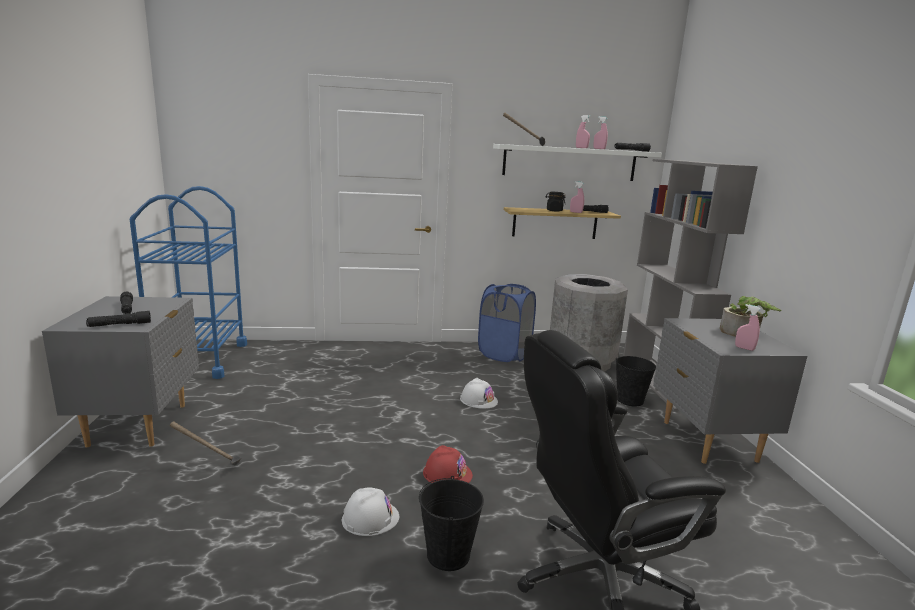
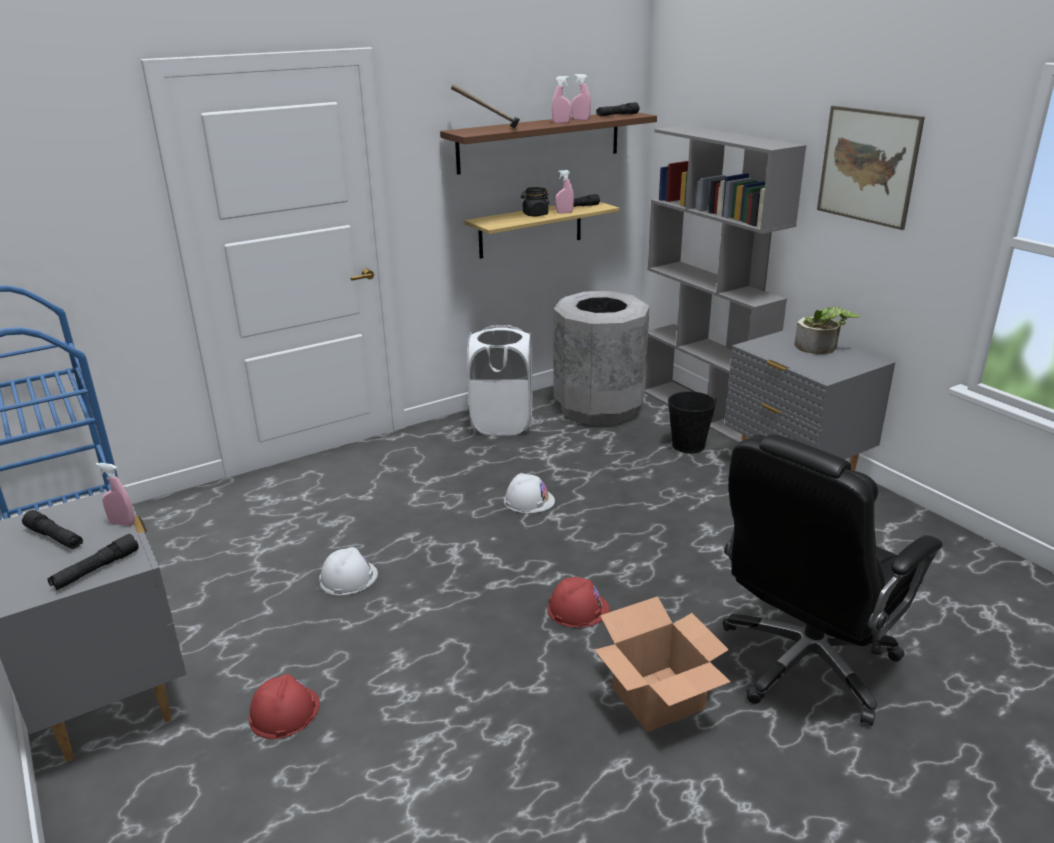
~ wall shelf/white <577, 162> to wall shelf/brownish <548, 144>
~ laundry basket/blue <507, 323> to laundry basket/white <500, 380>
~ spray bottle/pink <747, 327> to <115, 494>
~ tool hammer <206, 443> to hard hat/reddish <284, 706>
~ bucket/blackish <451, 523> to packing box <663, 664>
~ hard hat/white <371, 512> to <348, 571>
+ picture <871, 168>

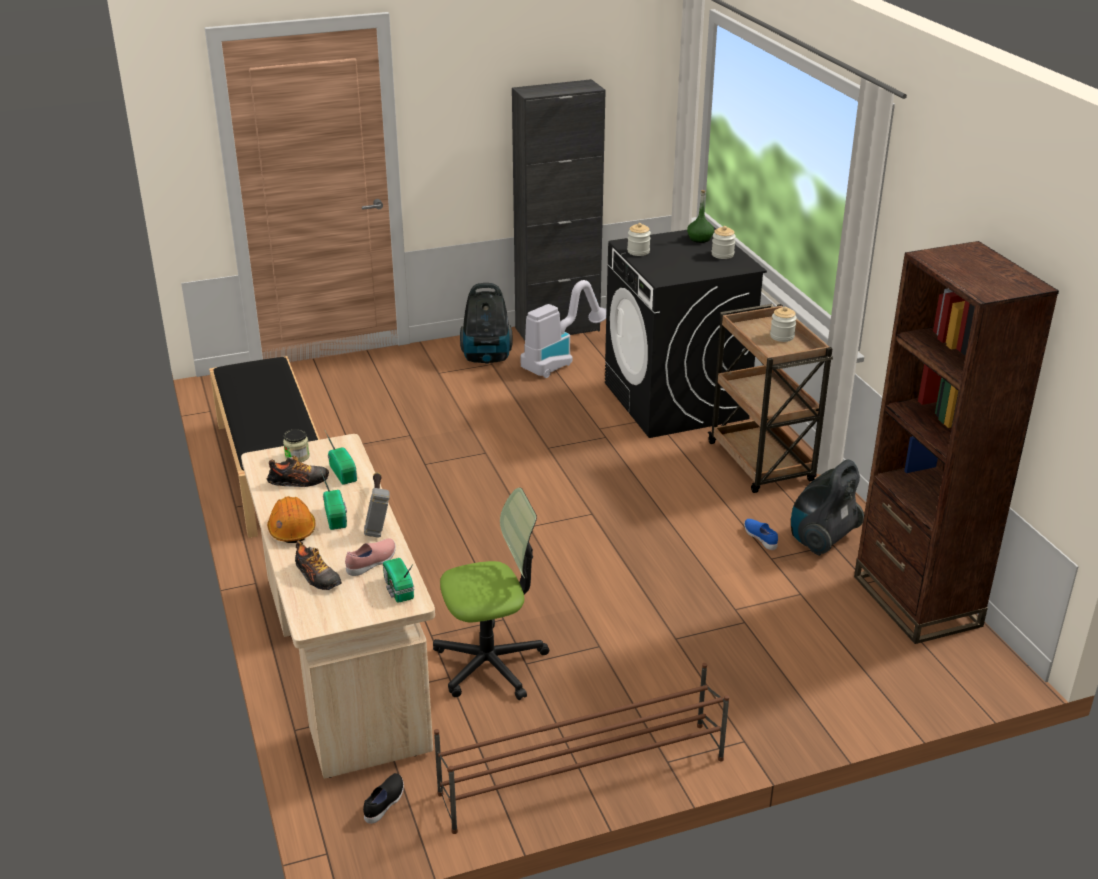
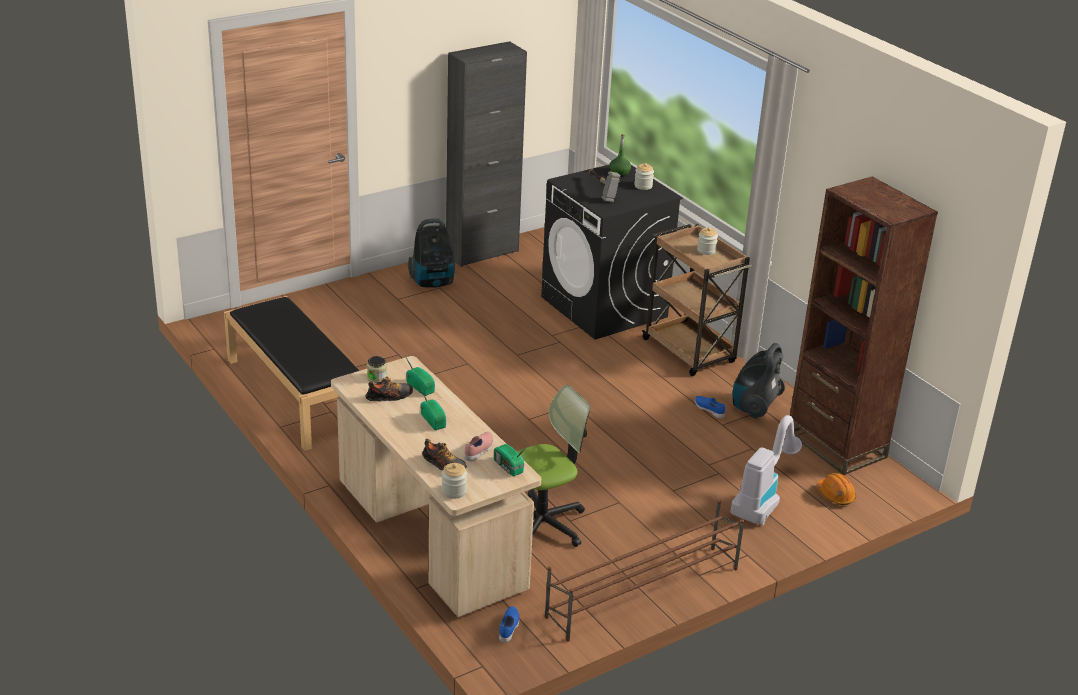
~ jar <639, 239> to <454, 481>
~ hoover <563, 329> to <766, 470>
~ tool hammer <377, 505> to <605, 185>
~ hard hat/orange-coloured <291, 519> to <836, 489>
~ low shoe/blackish <383, 798> to low shoe/blue <509, 624>

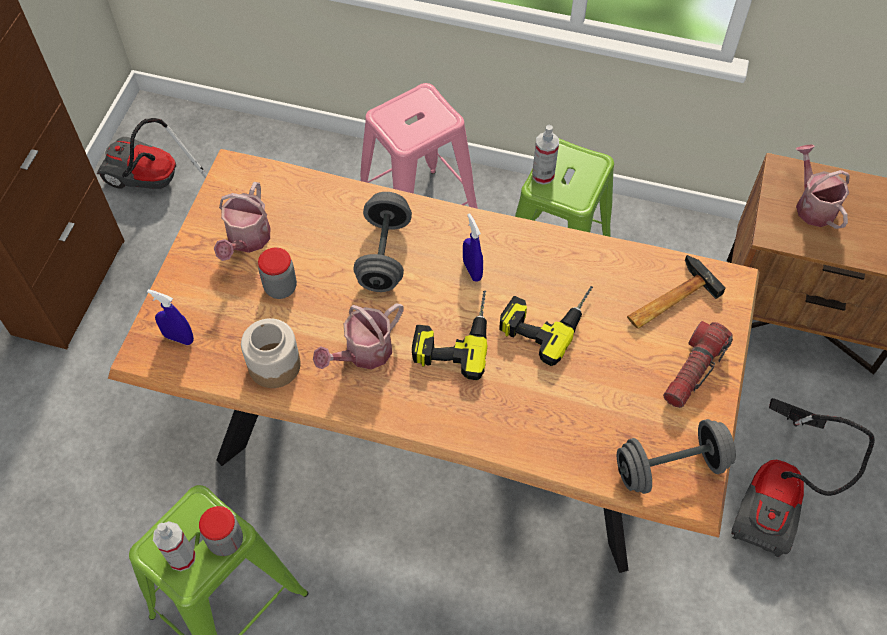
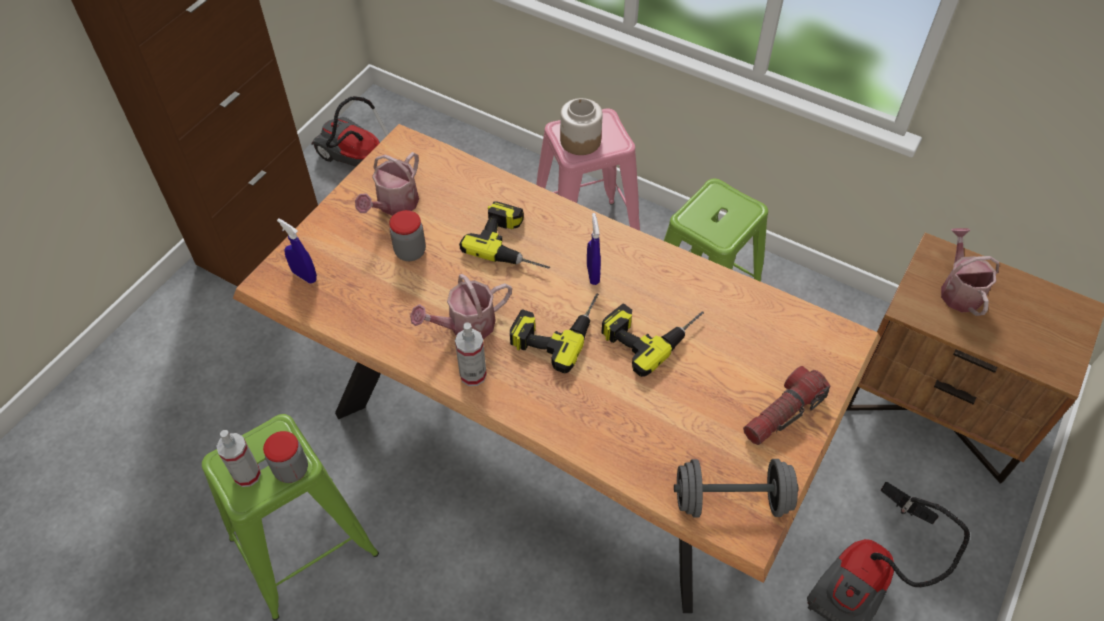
~ spray bottle <545, 155> to <471, 354>
~ free weight/grey <382, 242> to drill <504, 235>
- tool hammer <676, 292>
~ jar <271, 353> to <581, 126>

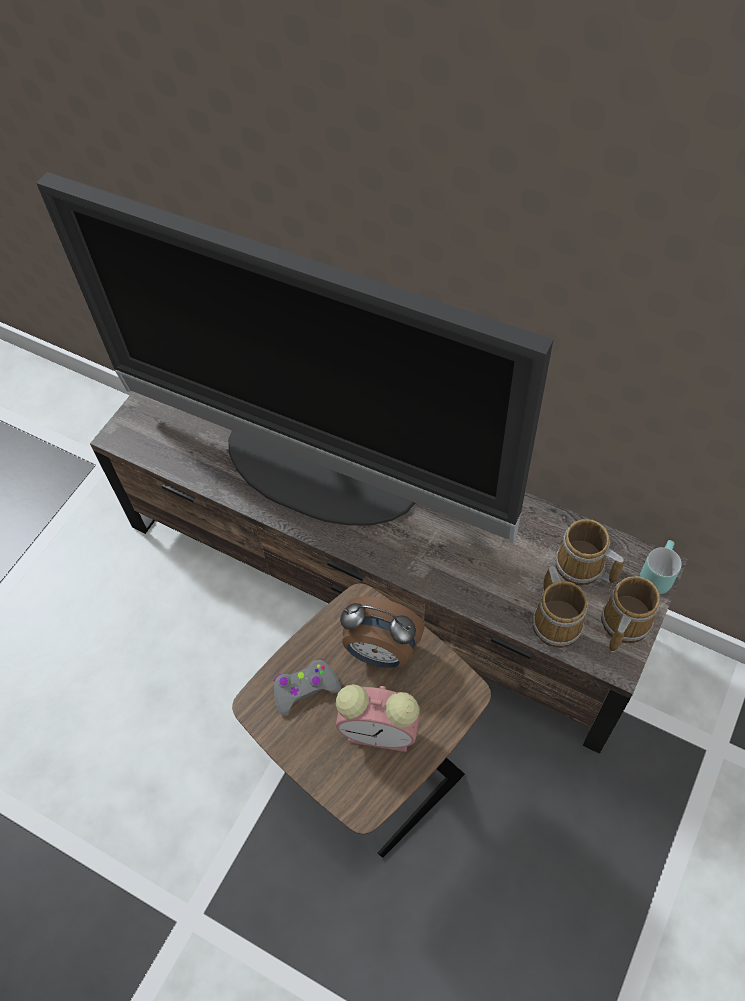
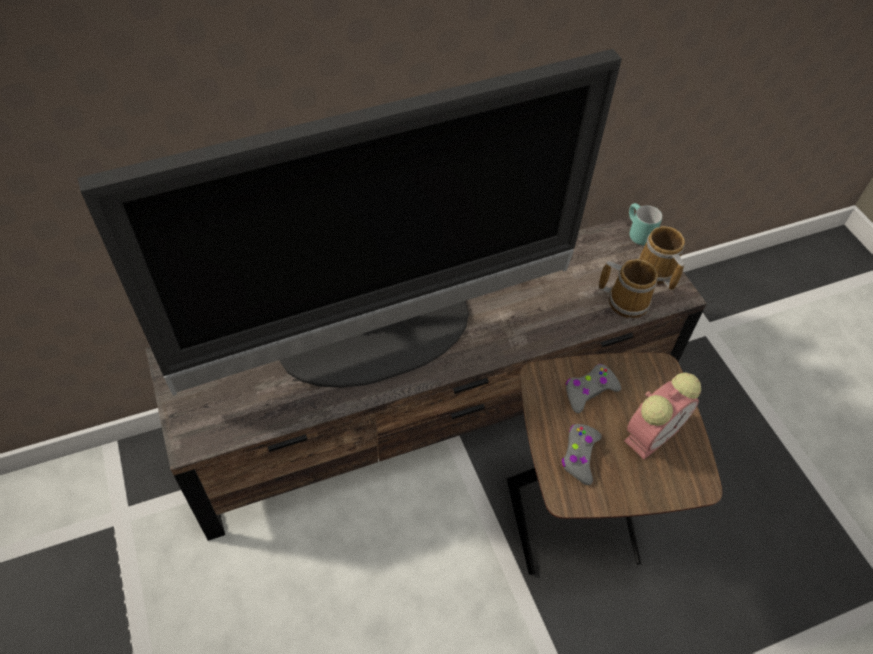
- coffee mug <590, 552>
~ alarm clock <382, 632> to gamepad/grey <593, 388>

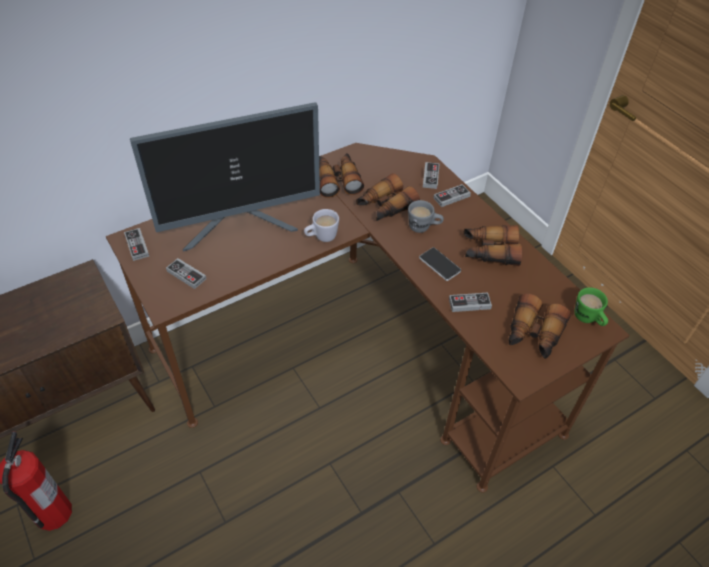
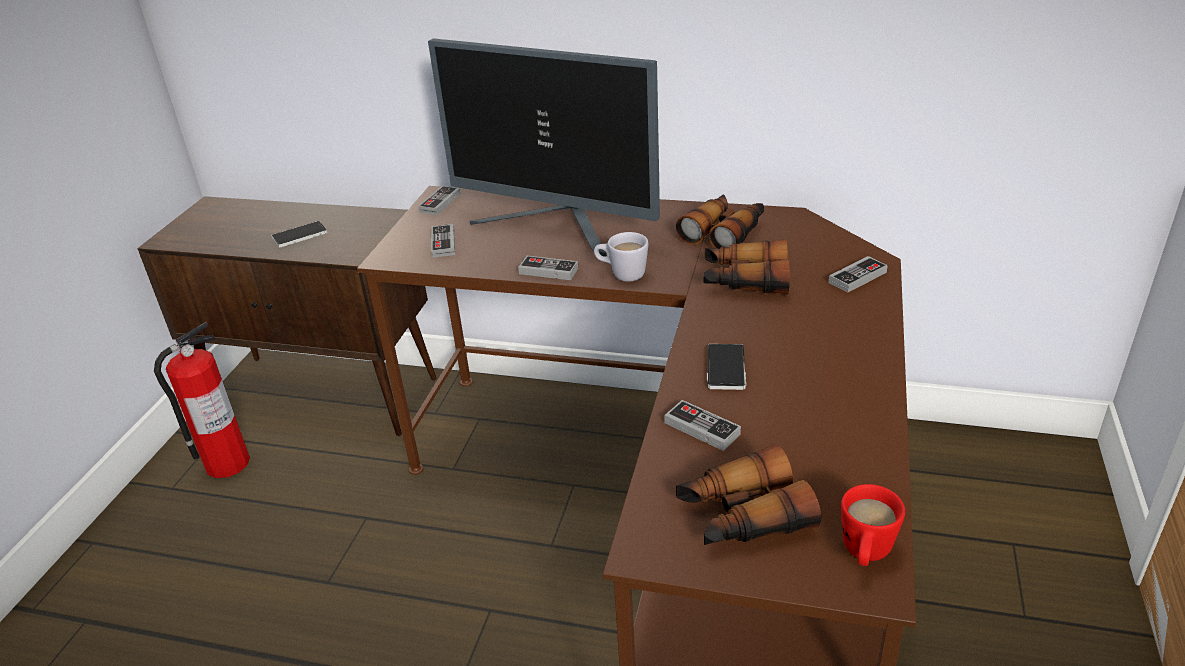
~ gamepad <452, 195> to <548, 268>
- coffee mug/grey <426, 216>
- binoculars <492, 245>
~ coffee mug/greenish <591, 306> to coffee mug/reddish <873, 525>
+ telephone <299, 234>

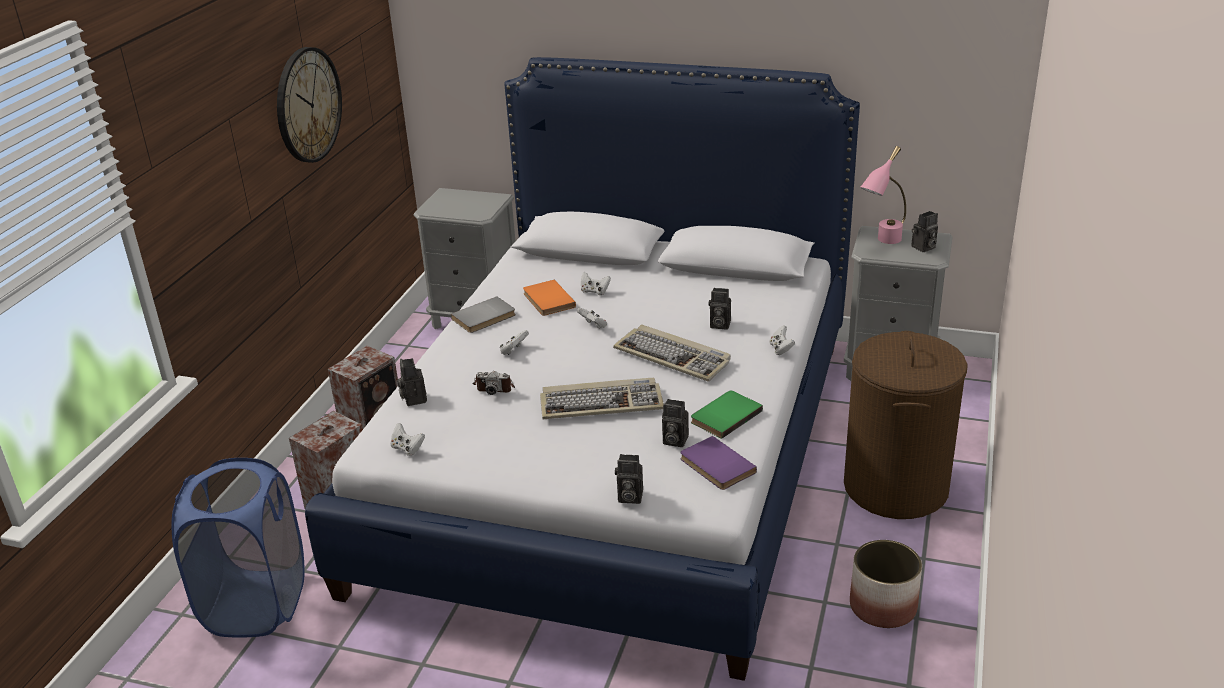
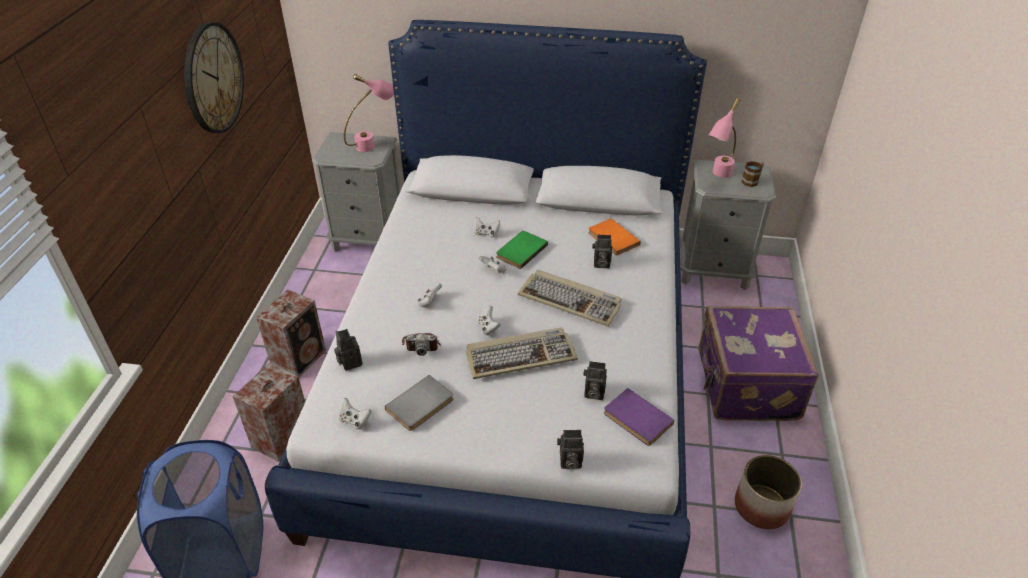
~ still camera <924, 231> to coffee mug <752, 174>
~ book/orange-coloured <549, 298> to <614, 236>
~ book/grey <483, 314> to <419, 403>
~ gamepad/white <782, 340> to <489, 320>
~ laundry basket/brownish <906, 425> to suitcase/purple-coloured <759, 363>
~ book/greenish <727, 414> to <522, 250>
+ tabletop lamp/pink <369, 113>

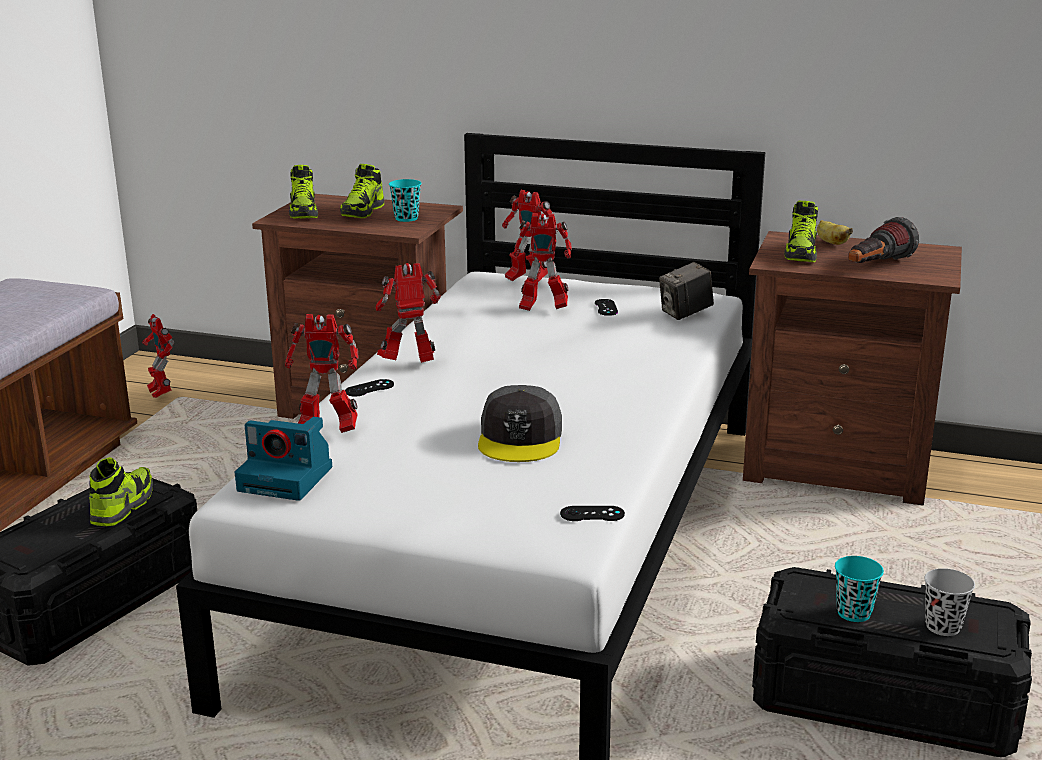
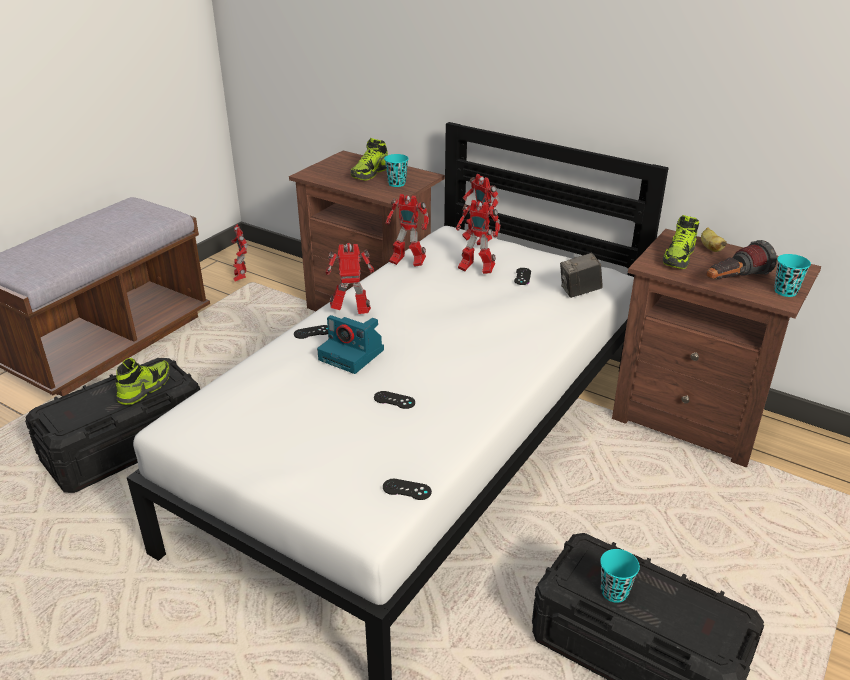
- low shoe <303, 192>
~ toy robot <321, 373> to <407, 230>
~ cap/grey <520, 423> to gamepad/blackish <394, 400>
~ still camera <283, 459> to <350, 344>
- cup/blackish <949, 602>
+ cup/turquoise-coloured <792, 275>

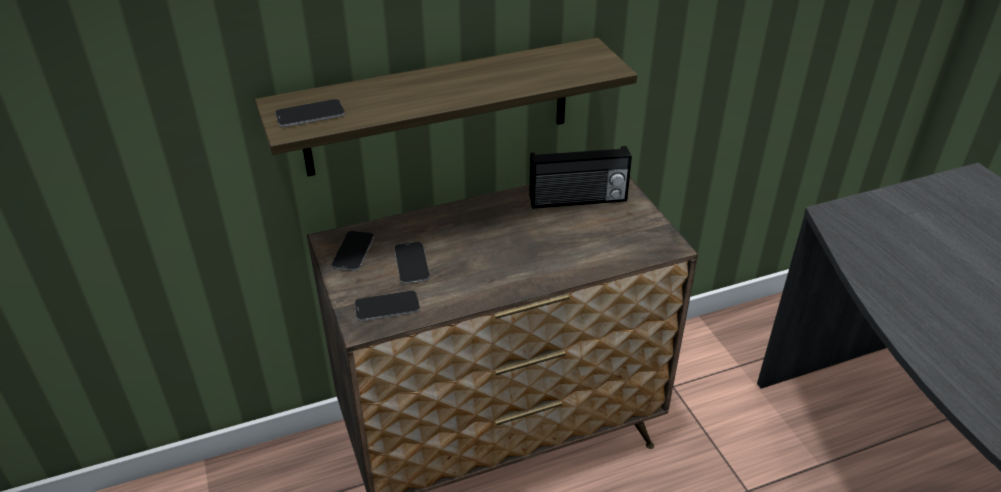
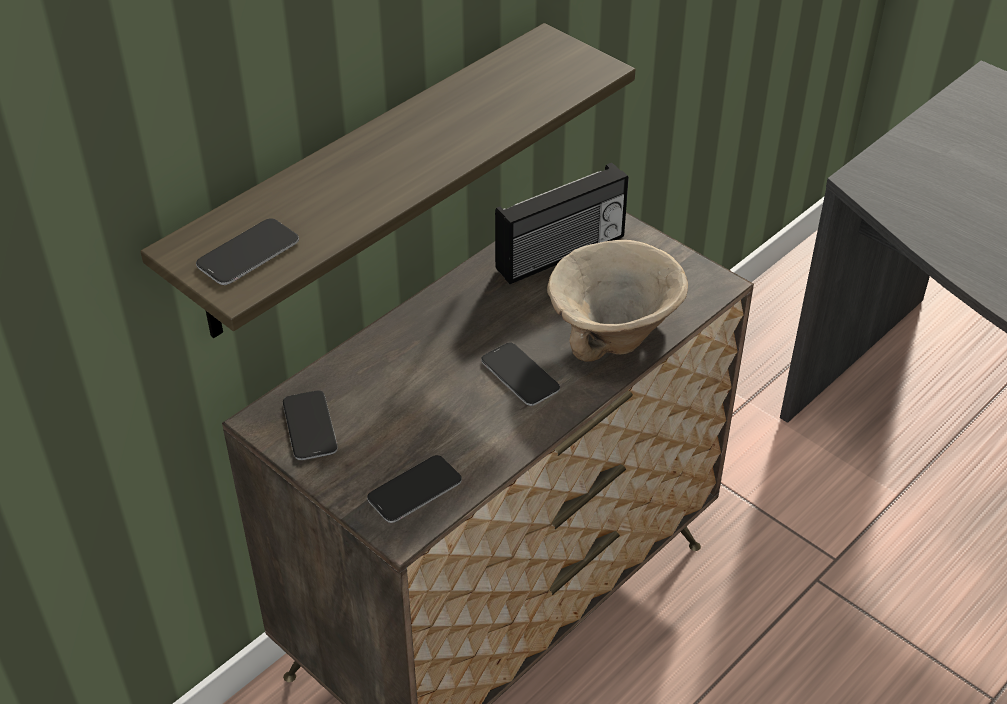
~ telephone <412, 263> to <520, 374>
+ deep dish/beige <617, 301>

